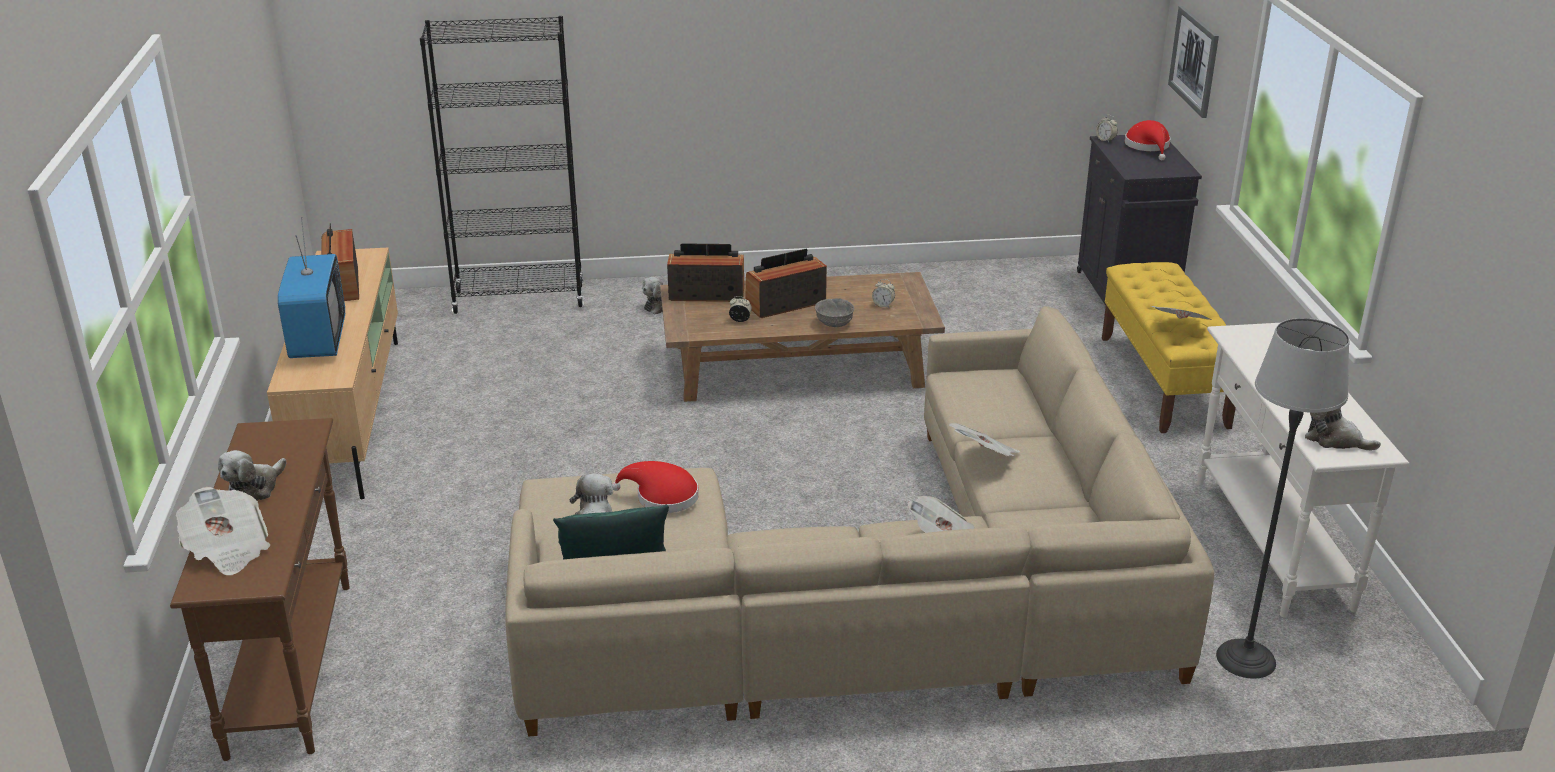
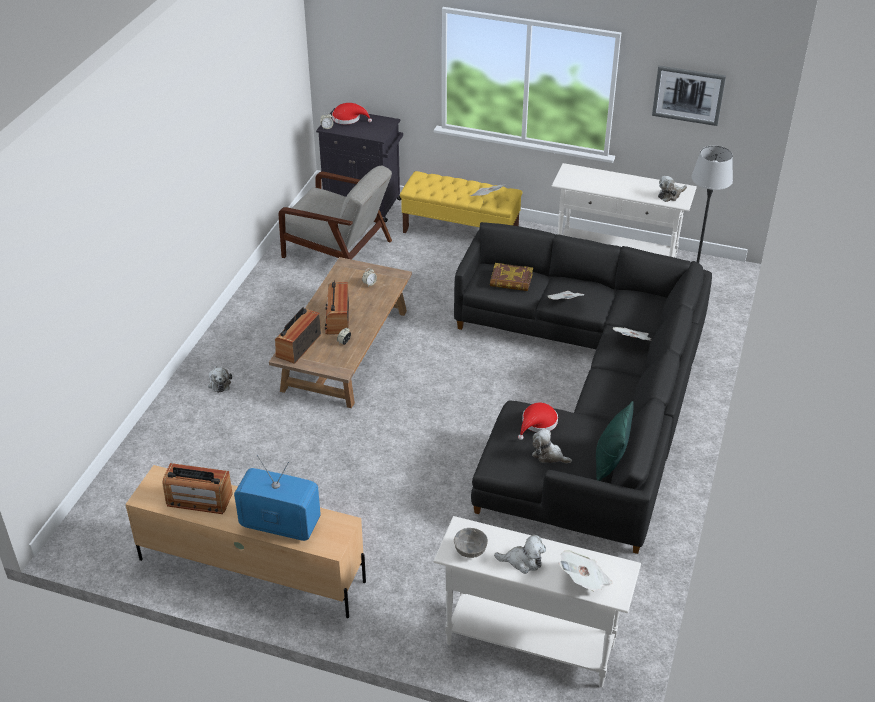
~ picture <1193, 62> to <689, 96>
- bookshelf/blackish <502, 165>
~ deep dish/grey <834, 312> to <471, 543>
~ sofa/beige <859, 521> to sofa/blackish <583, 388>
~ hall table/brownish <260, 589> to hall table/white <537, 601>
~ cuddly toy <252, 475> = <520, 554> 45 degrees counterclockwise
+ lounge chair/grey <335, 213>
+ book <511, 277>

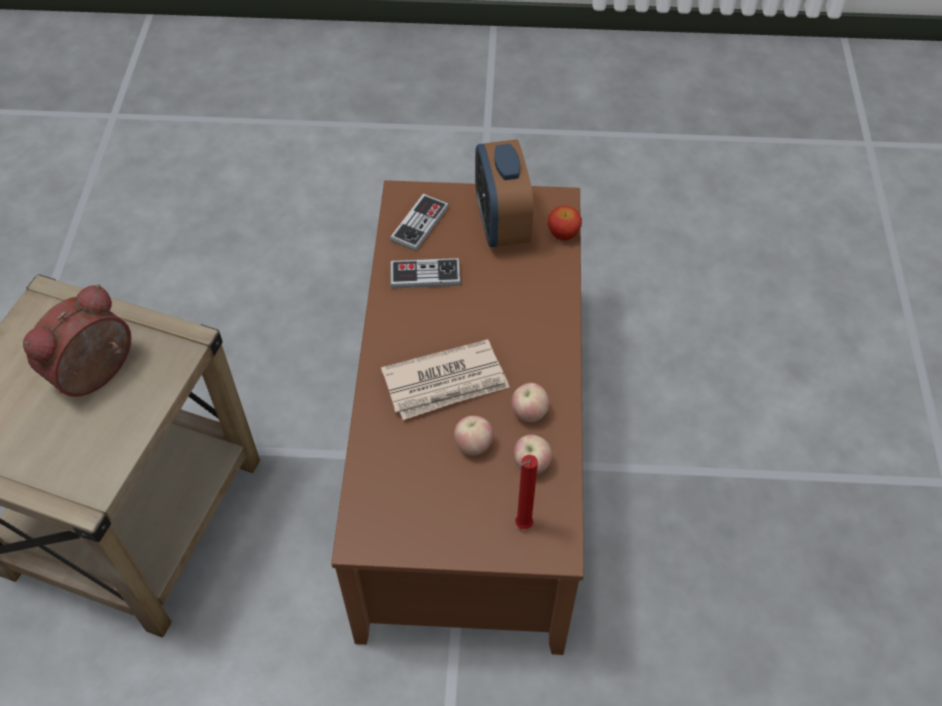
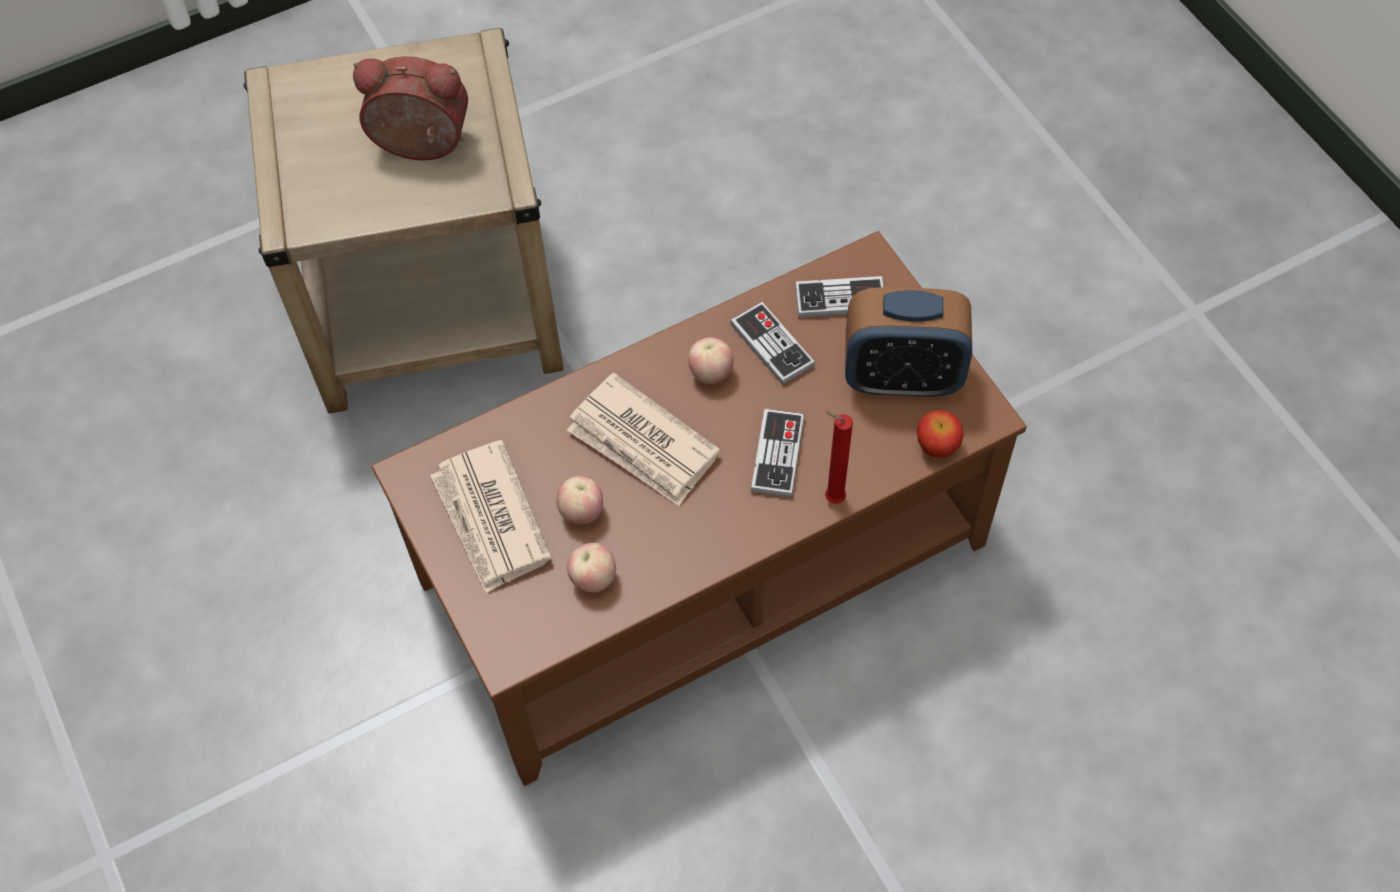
~ alarm clock <504, 193> = <908, 342> 135 degrees counterclockwise
~ apple fruit <530, 402> to <711, 361>
~ wax light/reddish <526, 492> to <839, 457>
+ gamepad <777, 453>
+ newspaper <491, 517>

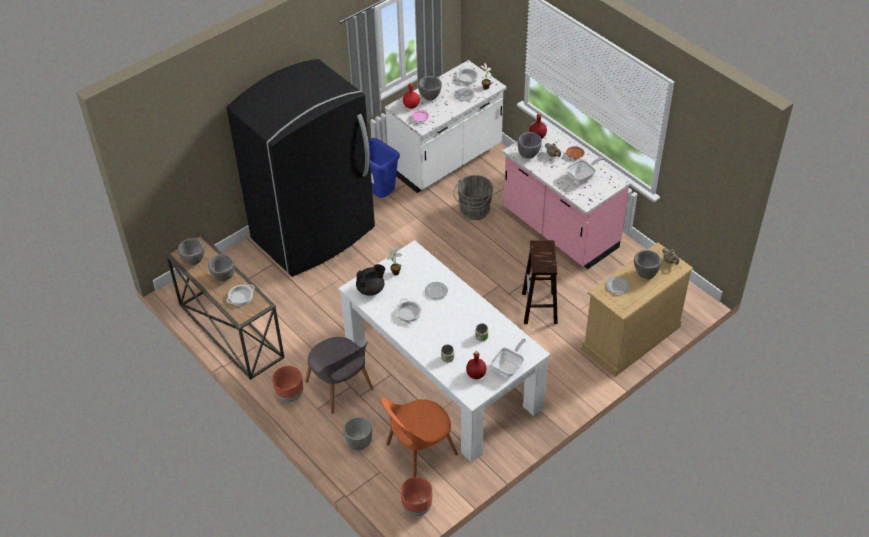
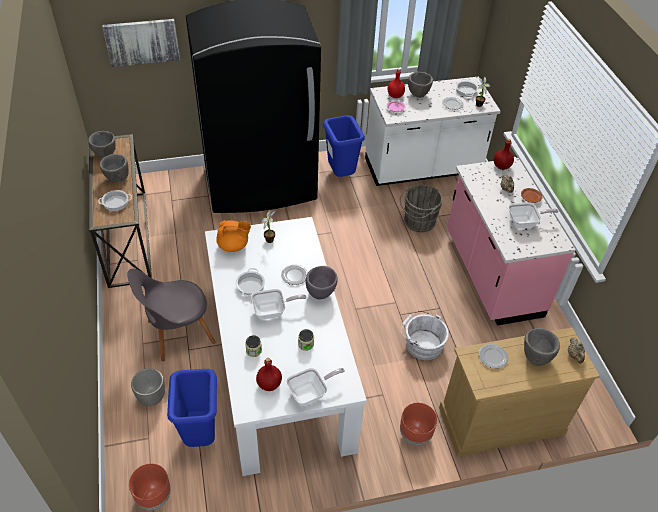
~ deep dish/grey <530, 145> to <322, 282>
~ stool/brownish <540, 282> to bucket/white <425, 335>
~ tea pot/blackish <370, 279> to tea pot/orange-coloured <233, 236>
~ upright chair/grey <339, 375> = <171, 314> 75 degrees clockwise
~ planter/brownish <287, 384> to <418, 424>
~ upright chair/orange-coloured <419, 437> to trash can/blue <192, 408>
+ picture <141, 43>
+ frying pan <279, 304>

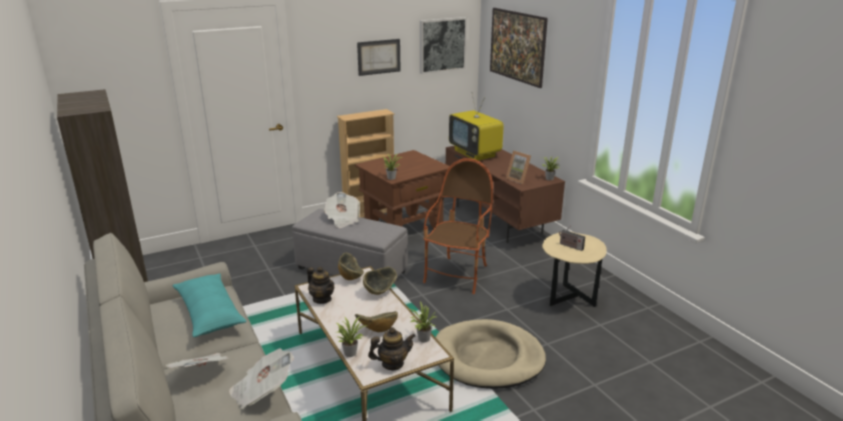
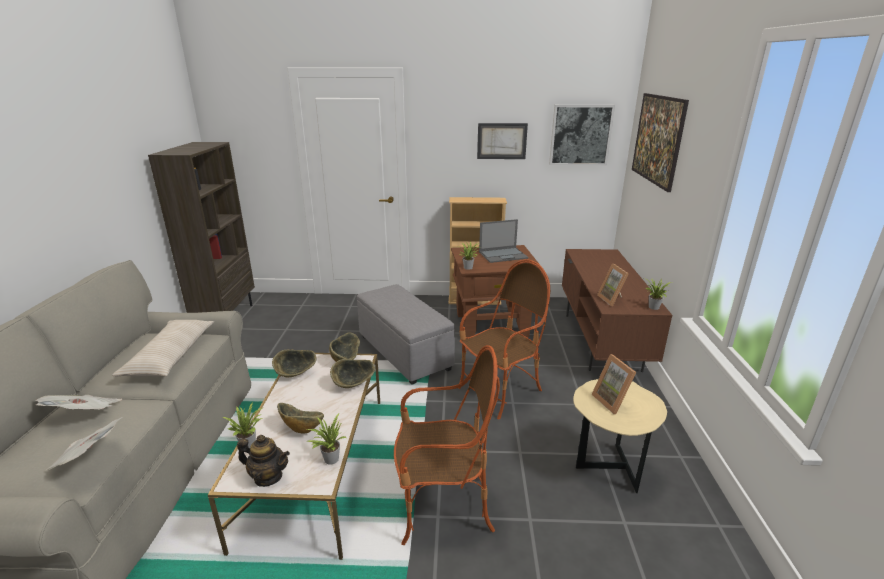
- TV set <476, 126>
- newspaper <342, 210>
~ radio set <572, 238> to photo frame <614, 384>
~ tea pot <320, 285> to deep dish <294, 363>
~ cushion/turquoise-coloured <209, 305> to cushion/beige <163, 348>
~ dog cushion/beige <491, 354> to lounge chair <447, 445>
+ notebook computer <503, 241>

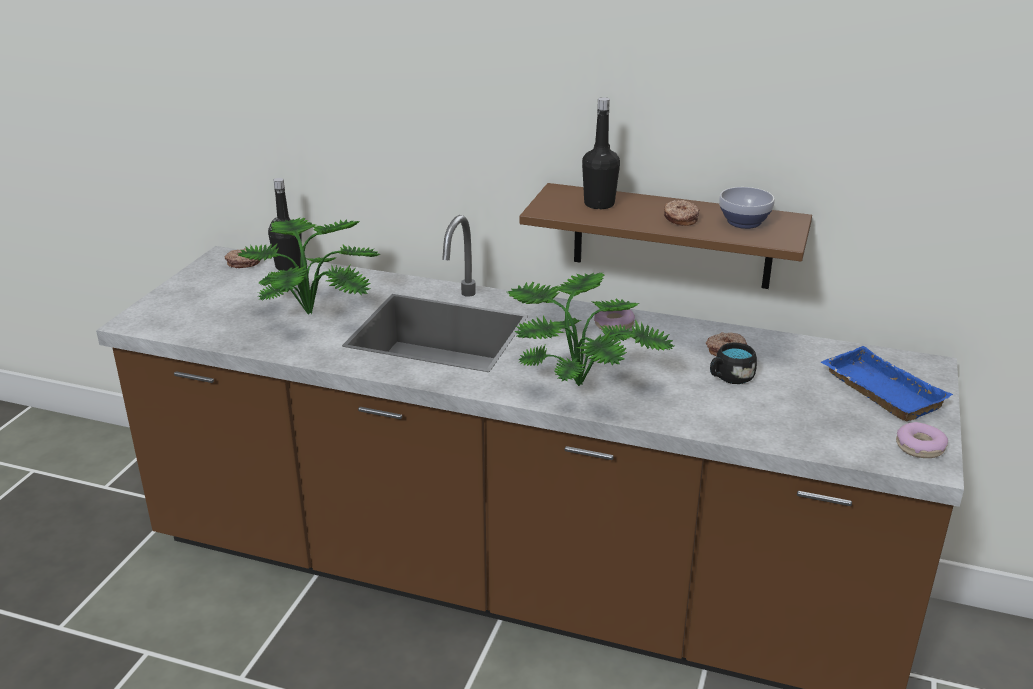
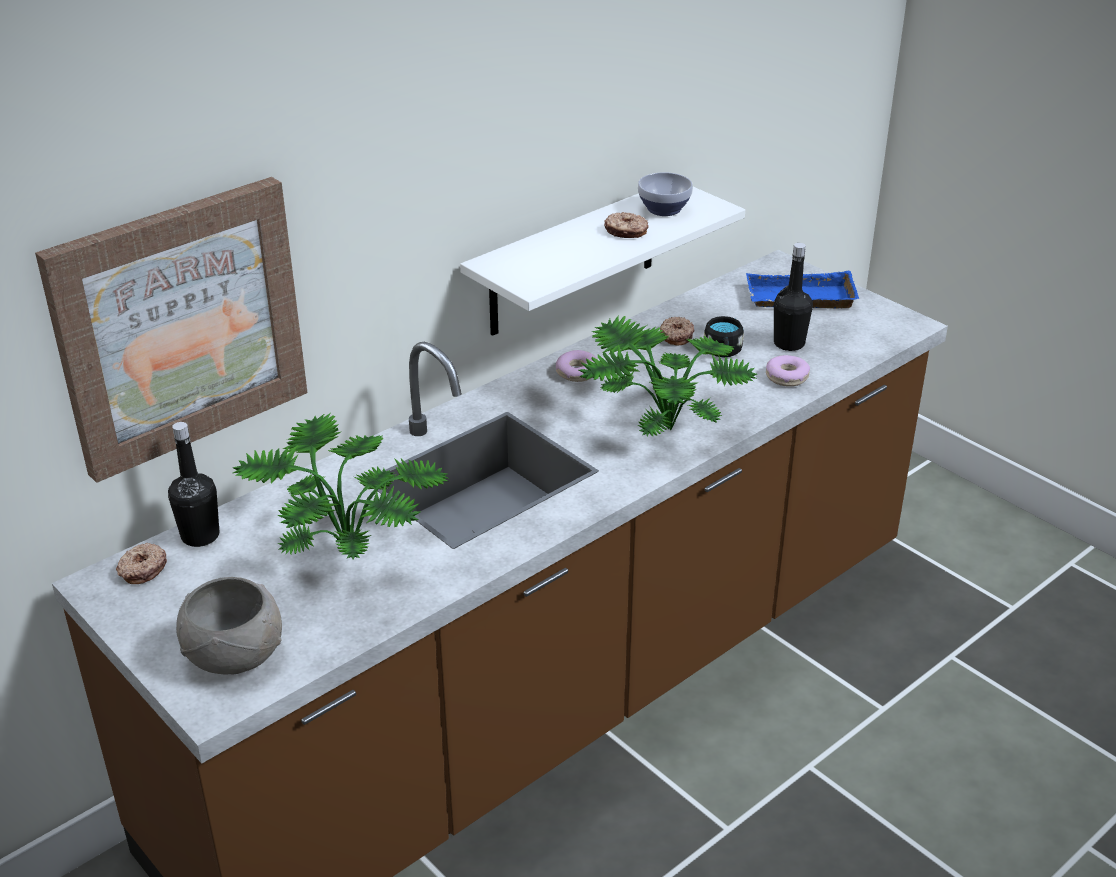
~ bottle/blackish <601, 153> to <793, 297>
~ wall shelf/brownish <666, 236> to wall shelf/white <602, 261>
~ doughnut <922, 440> to <788, 371>
+ picture <171, 330>
+ deep dish/grey <229, 626>

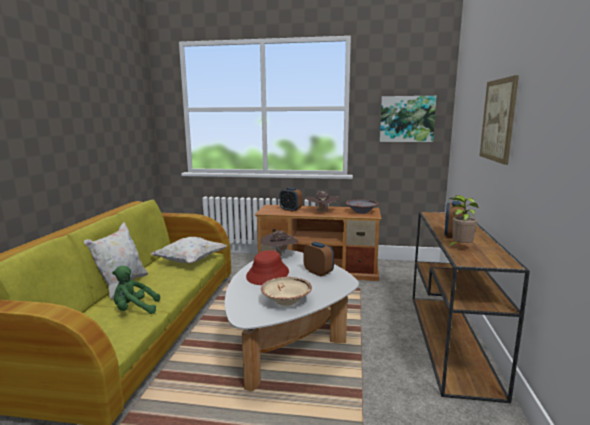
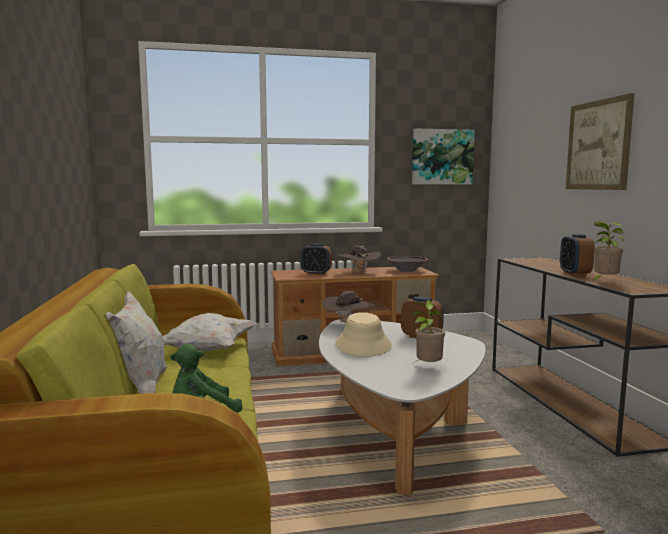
~ clothing hat/reddish <267, 267> to clothing hat/beige <363, 334>
~ deep dish/beige <286, 291> to houseplant <428, 331>

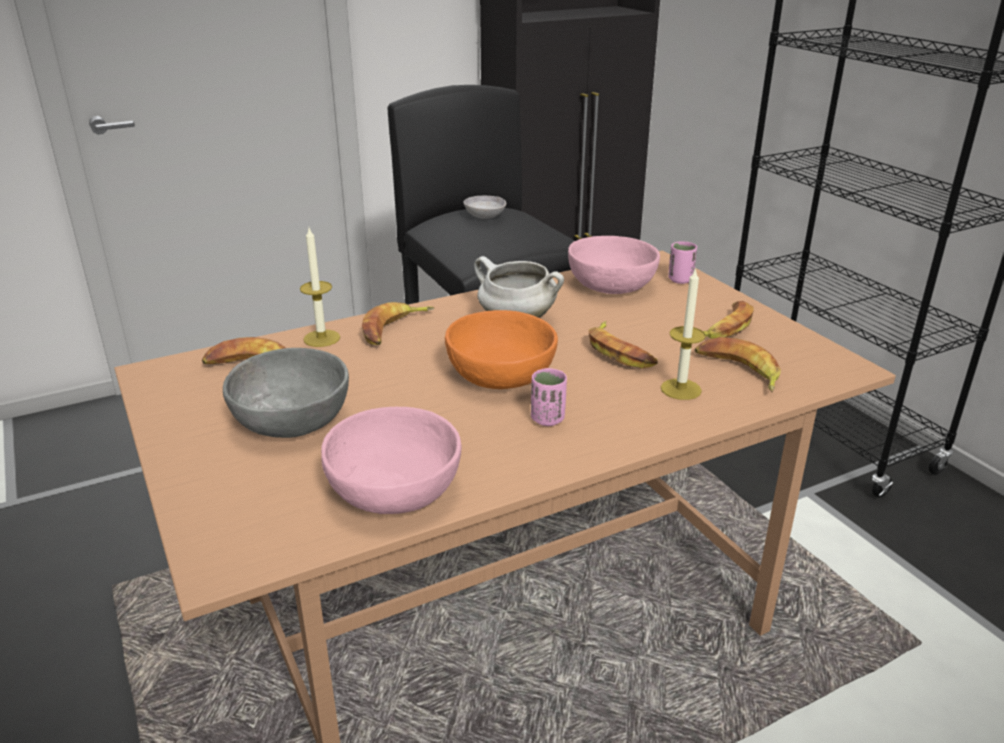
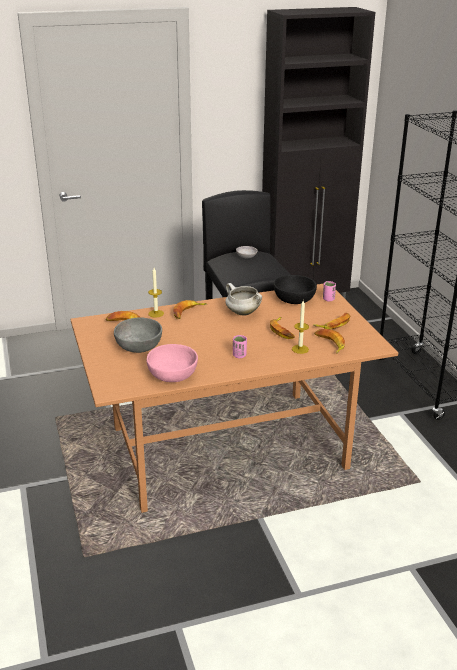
~ deep dish/pink <614, 265> to deep dish/blackish <295, 289>
- deep dish/orange-coloured <501, 349>

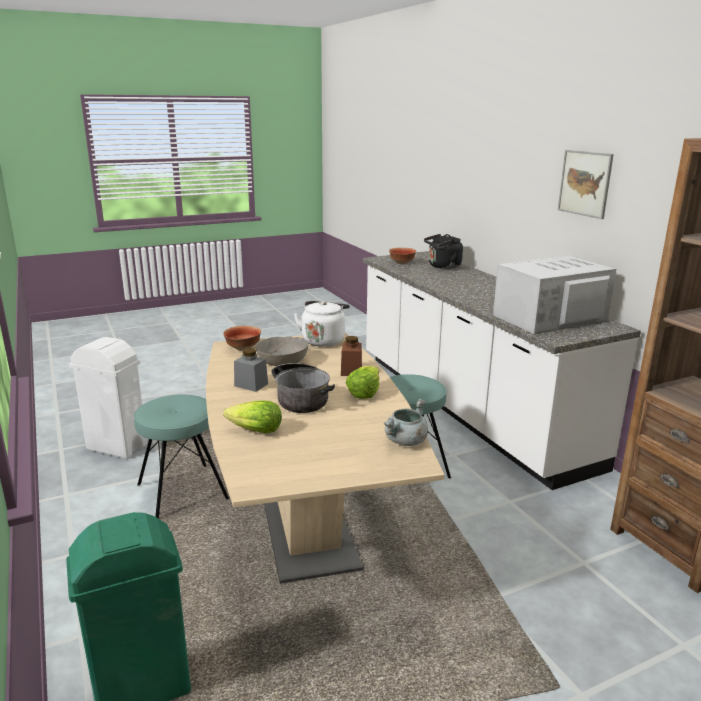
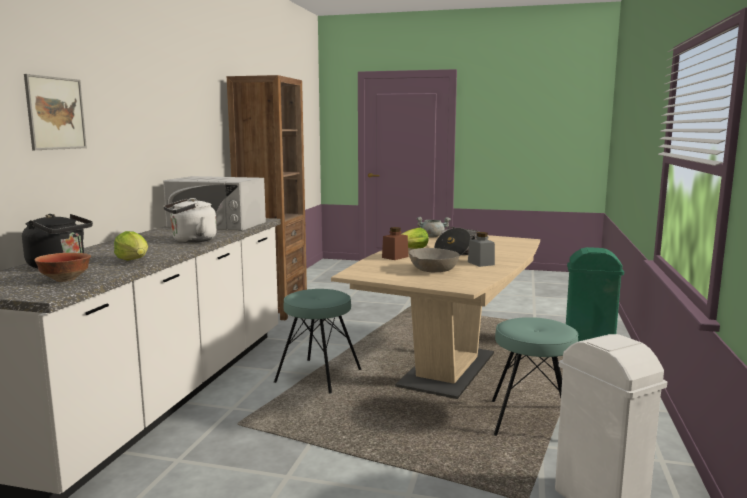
~ picture <586, 184> to <55, 112>
~ kettle/white <322, 324> to <190, 220>
- deep dish <242, 338>
~ lettuce head <252, 416> to <131, 246>

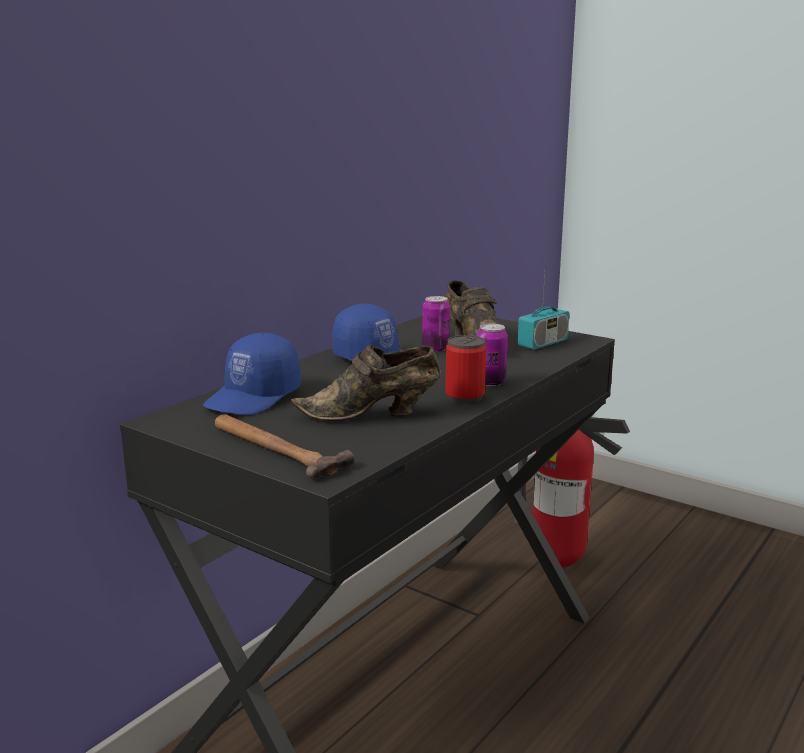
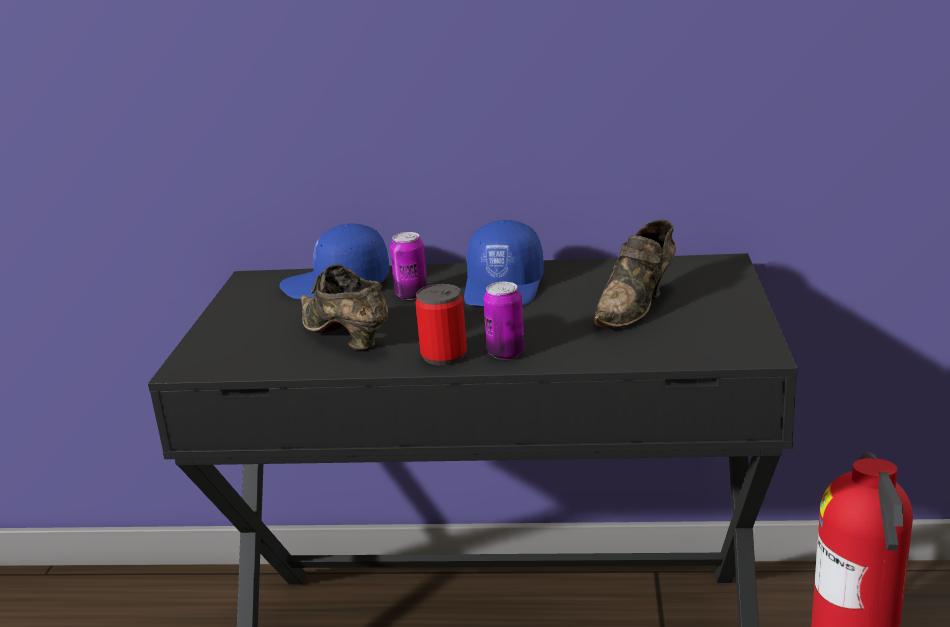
- radio set <543, 303>
~ metal can <436, 324> to <408, 266>
- tool hammer <284, 446>

